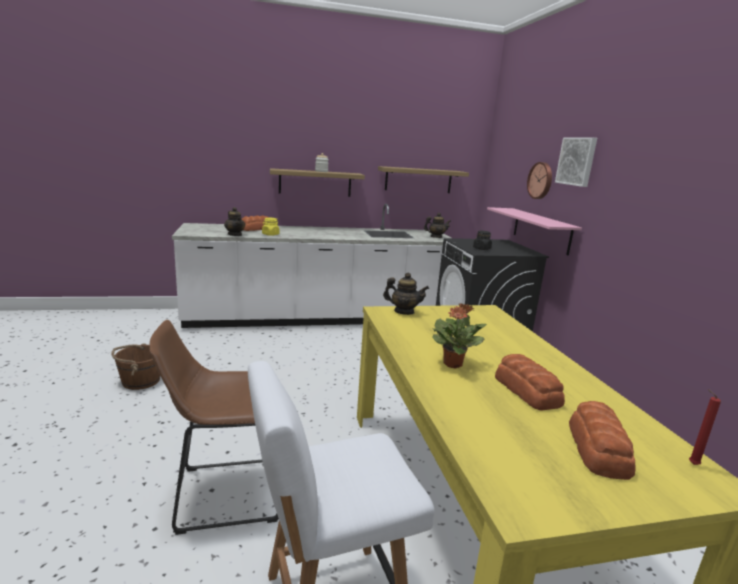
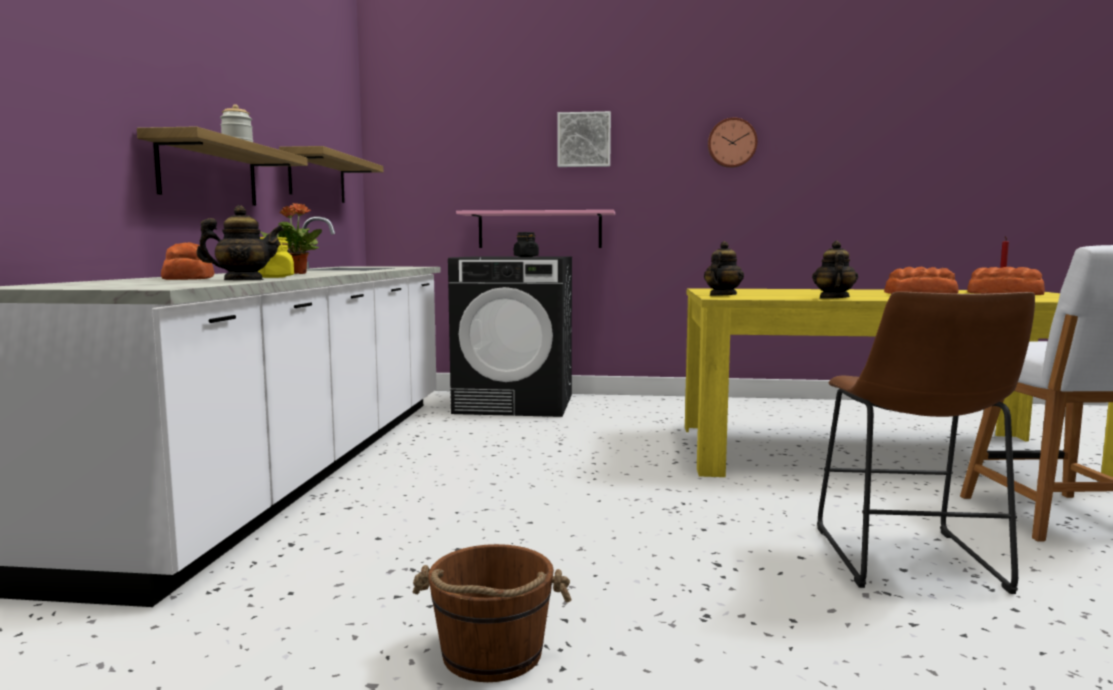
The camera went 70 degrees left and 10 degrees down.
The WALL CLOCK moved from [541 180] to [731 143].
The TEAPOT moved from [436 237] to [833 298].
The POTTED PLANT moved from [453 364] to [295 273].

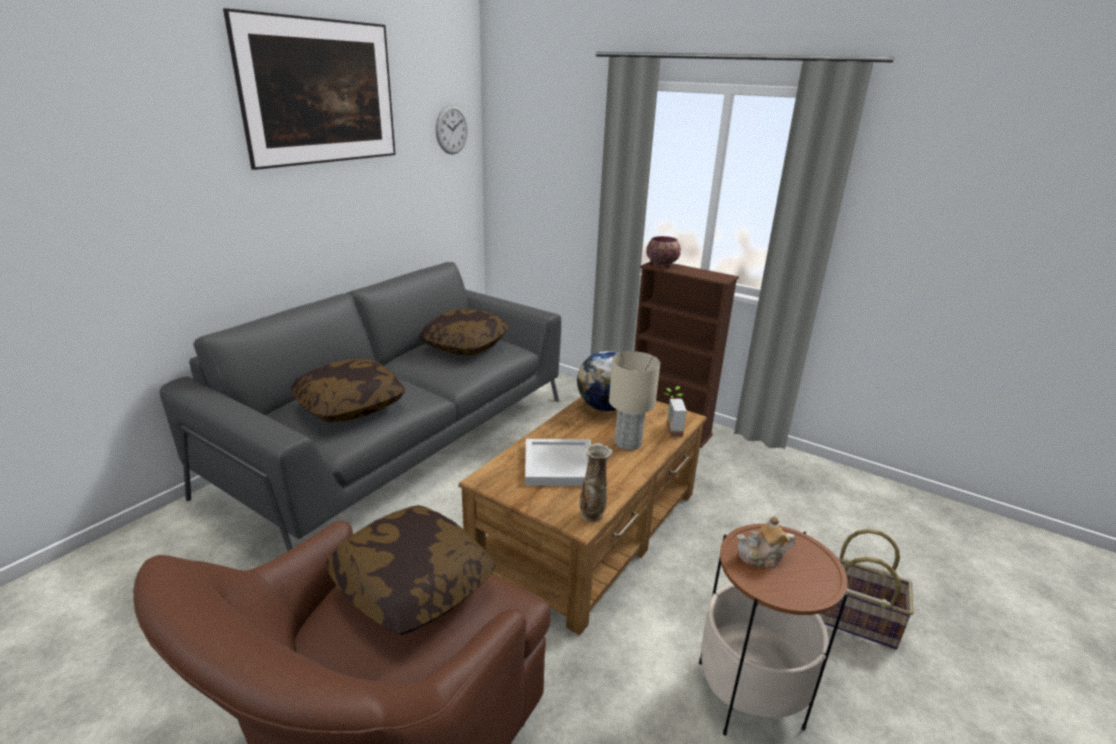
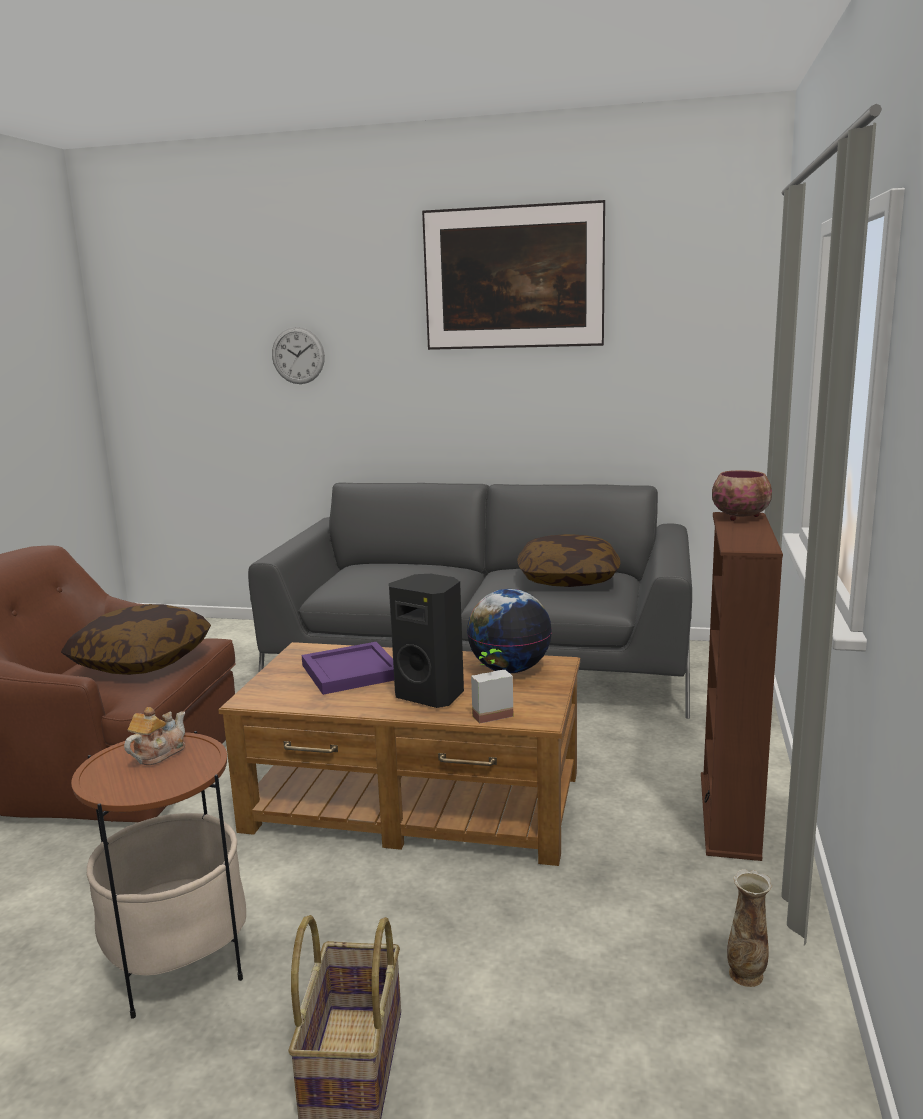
The camera went 70 degrees right and 10 degrees down.
The WALL CLOCK moved from [451 129] to [298 355].
The BEIGE TABLE LAMP at [628 442] was replaced by the BLACK SPEAKER at [432 695].
The PILLOW at [350 405] disappeared.
The WHITE TRAY at [560 466] became the PURPLE TRAY at [350 672].
The VASE moved from [592 515] to [746 975].
The TEAPOT at [762 557] turned 60 degrees clockwise.

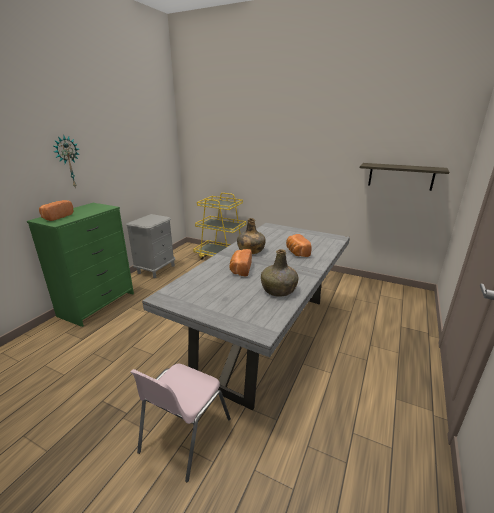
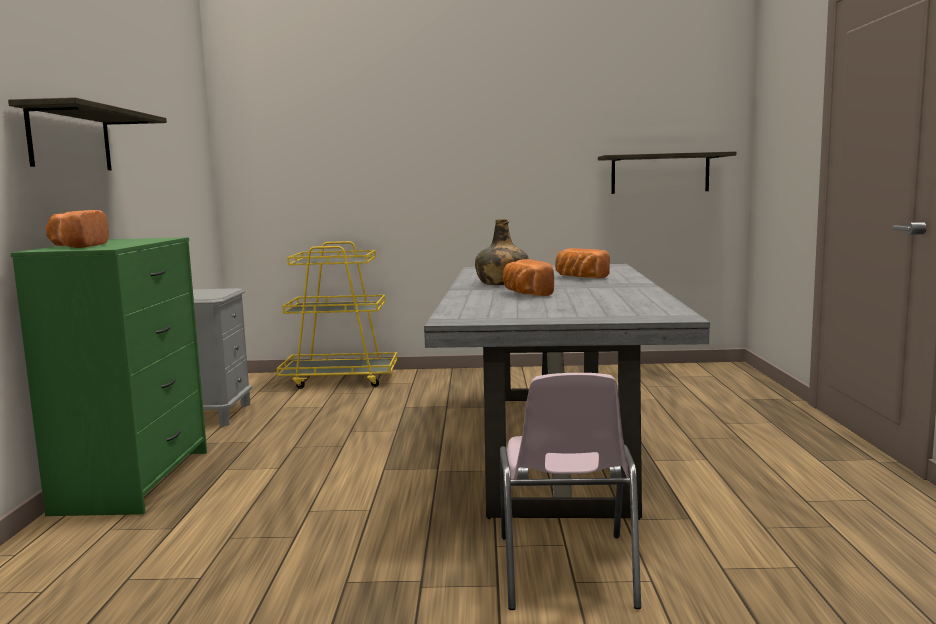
The camera went 25 degrees left and 15 degrees down.
The WALL CLOCK at [68 162] was replaced by the SHELF at [70 139].
The GREEN BOTTLE at [279 290] disappeared.

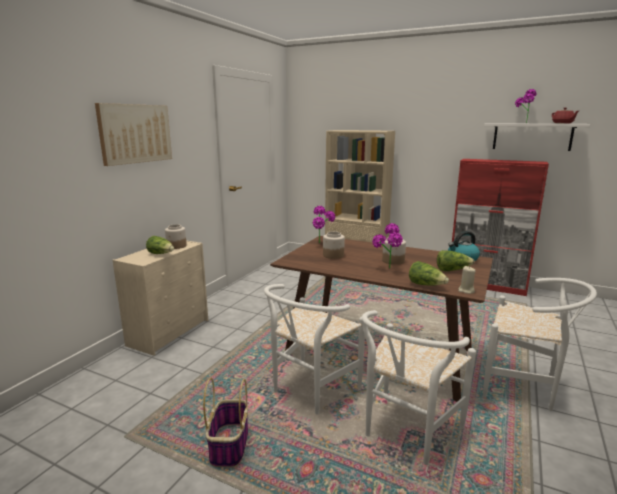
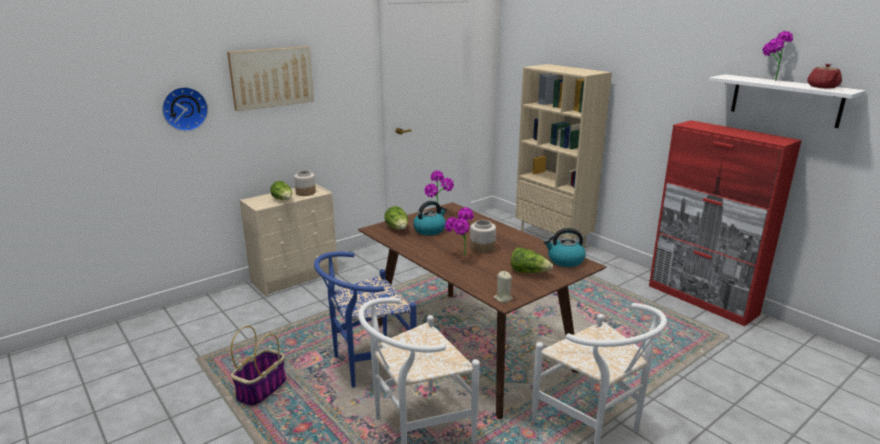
The camera went 25 degrees right and 5 degrees up.
The JAR at [333 255] was replaced by the KETTLE at [430 230].
The LETTUCE moved from [426 285] to [398 229].
The WHITE CHAIR at [309 391] became the BLUE CHAIR at [366 365].
The WALL CLOCK at [184 108] appeared.

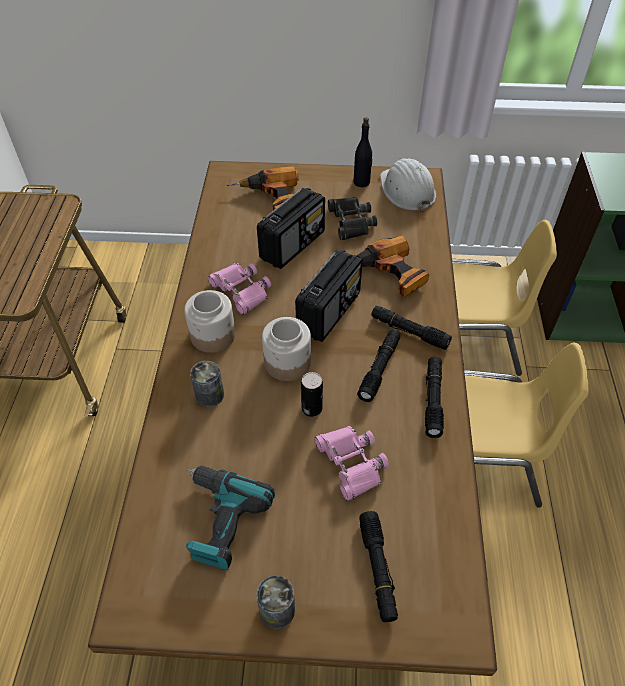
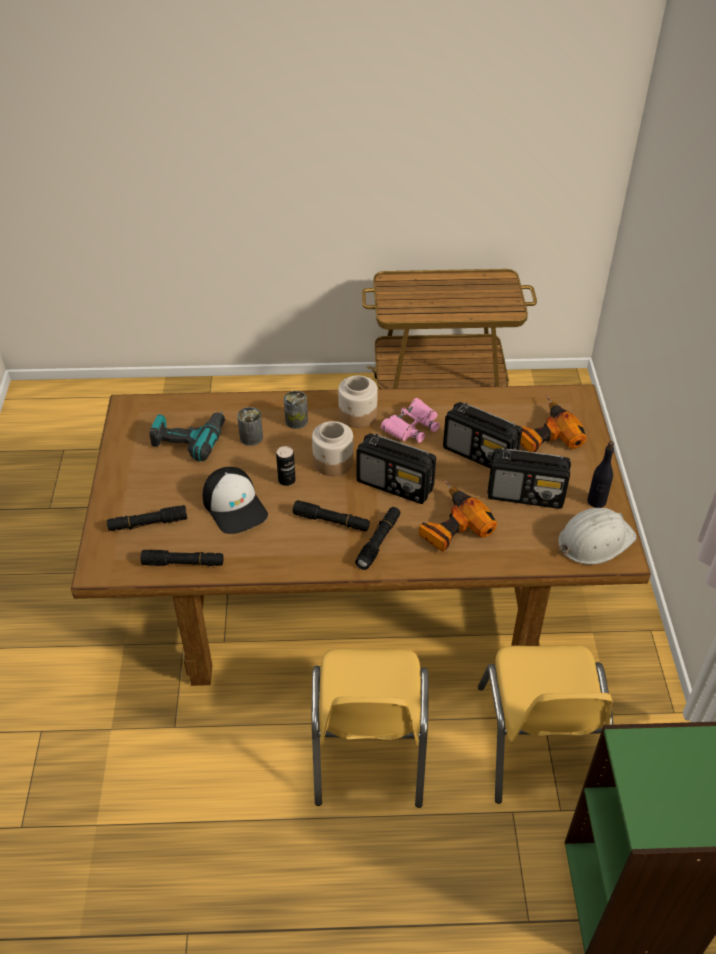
The camera went 85 degrees right and 5 degrees down.
The BLACK BINOCULARS at [350 222] was replaced by the RADIO at [526 495].
The BLACK FLASHLIGHT moved from [433 400] to [183 563].
The PINK BINOCULARS at [351 463] was replaced by the CAP at [235 506].
The CAN moved from [277 610] to [251 437].

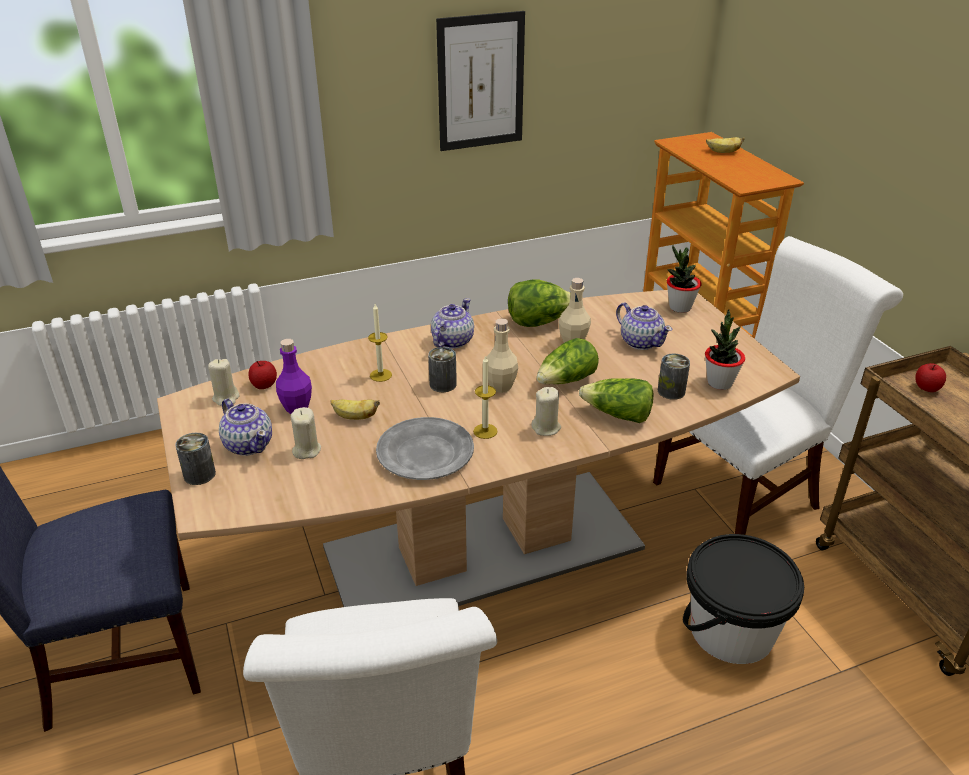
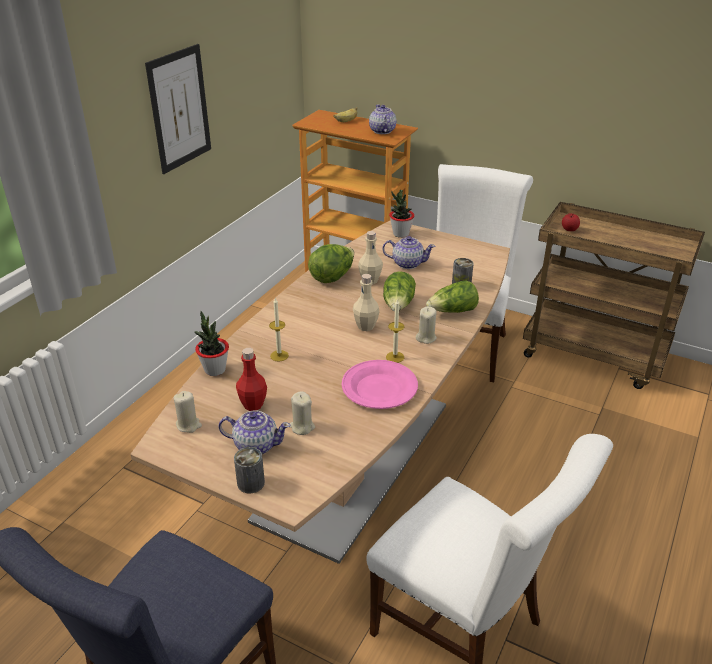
The camera went 40 degrees left and 0 degrees up.
The TEAPOT moved from [452 341] to [382 131].
The POTTED PLANT moved from [719 383] to [215 370].
The PURPLE BOTTLE at [297 408] became the RED BOTTLE at [253 405].
The CAN at [443 384] disappeared.
The APPLE at [264 385] disappeared.
The BANANA at [354 417] disappeared.
The GREY PLATE at [424 453] became the PINK PLATE at [379 388].
The BLACK BUCKET at [731 630] disappeared.

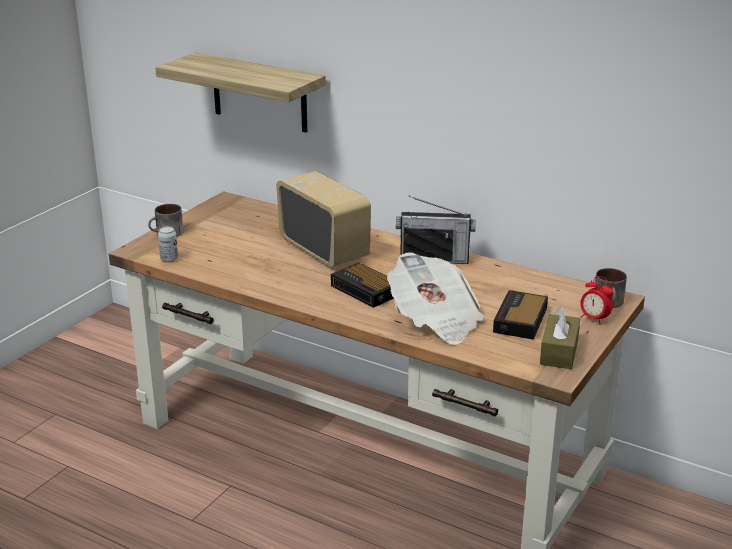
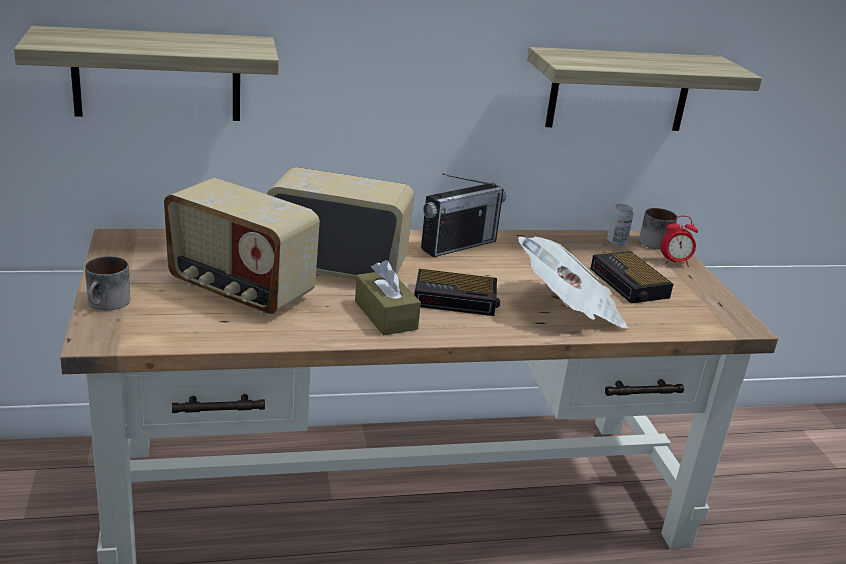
The camera went 45 degrees left and 0 degrees up.
The CAN moved from [169 259] to [616 242].
The BROWN TISSUE BOX moved from [559 352] to [385 315].
The SHELF at [619 90] appeared.
The RADIO at [239 290] appeared.

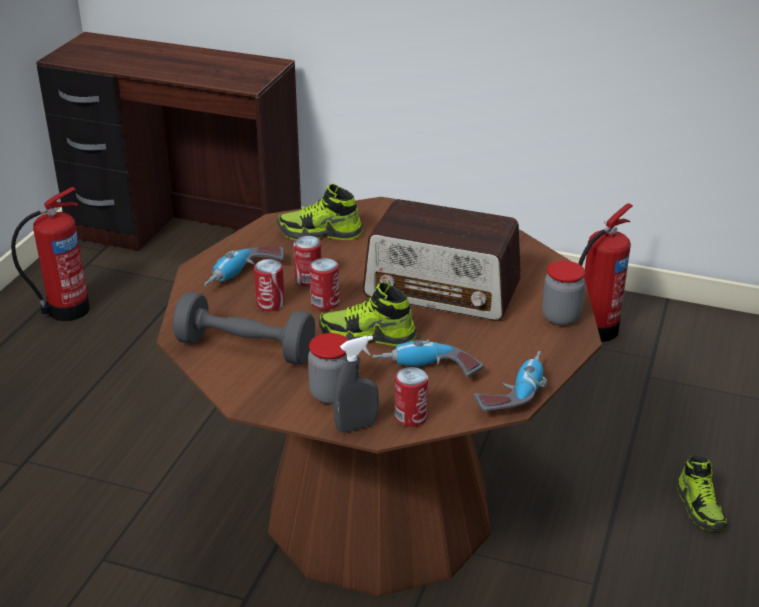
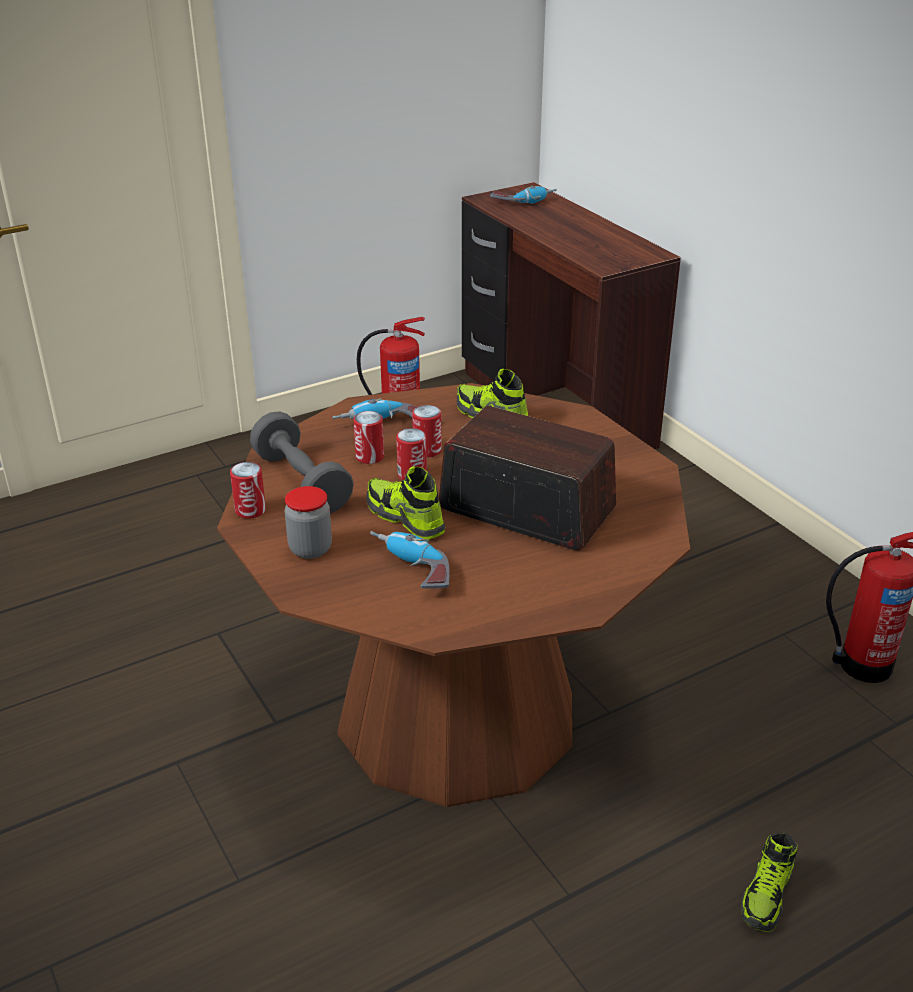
The camera went 40 degrees right and 0 degrees up.
The RADIO at [443 289] turned 150 degrees clockwise.
The JAR at [561 317] disappeared.
The GREY SPRAY BOTTLE at [356 426] disappeared.
The POWER DRILL moved from [513 392] to [523 202].
The CAN moved from [410 417] to [250 510].

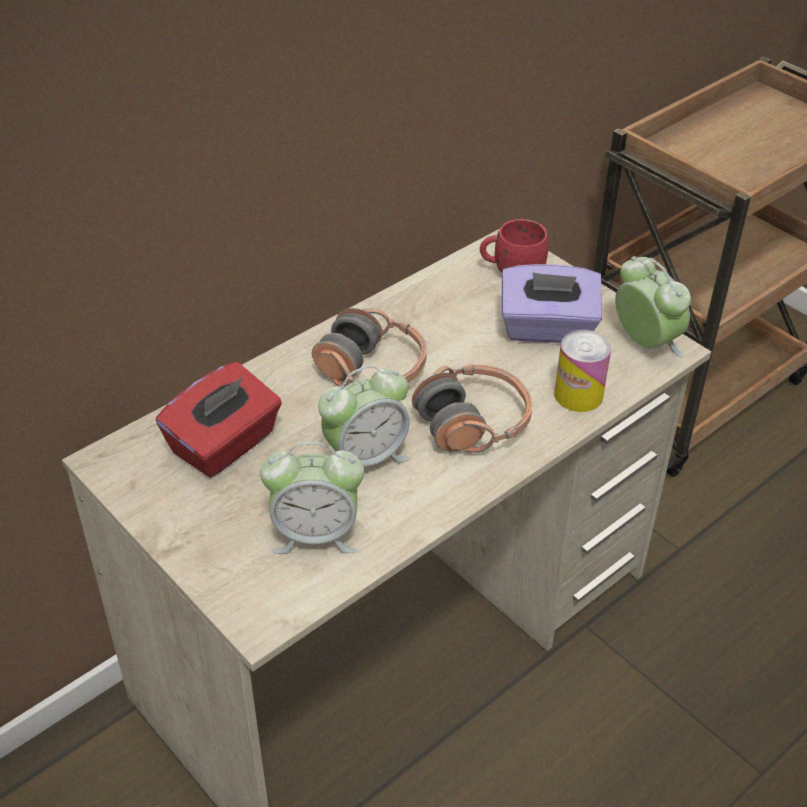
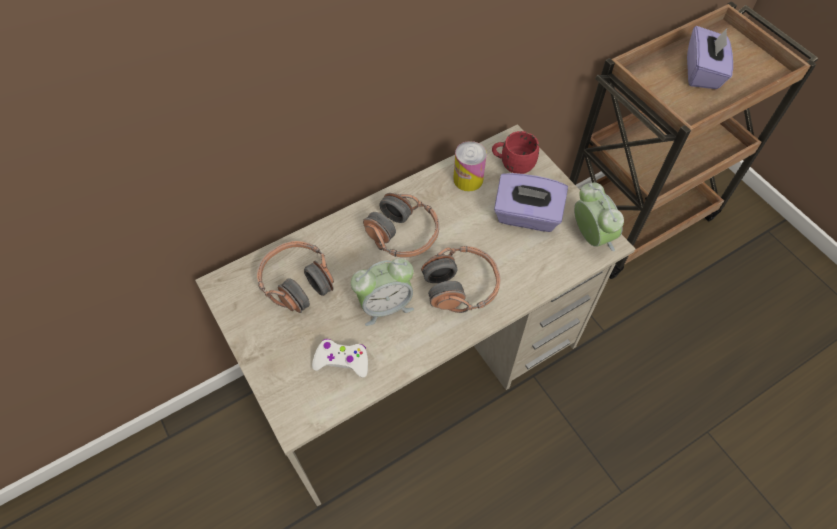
The camera went 10 degrees right and 15 degrees up.
The CAN moved from [578 395] to [468 179].
The RED TISSUE BOX at [225 445] was replaced by the HEADPHONES at [297 282].
The ALARM CLOCK at [315 534] was replaced by the WHITE GAME CONTROLLER at [342 361].
The PURPLE TISSUE BOX at [702 72] appeared.

